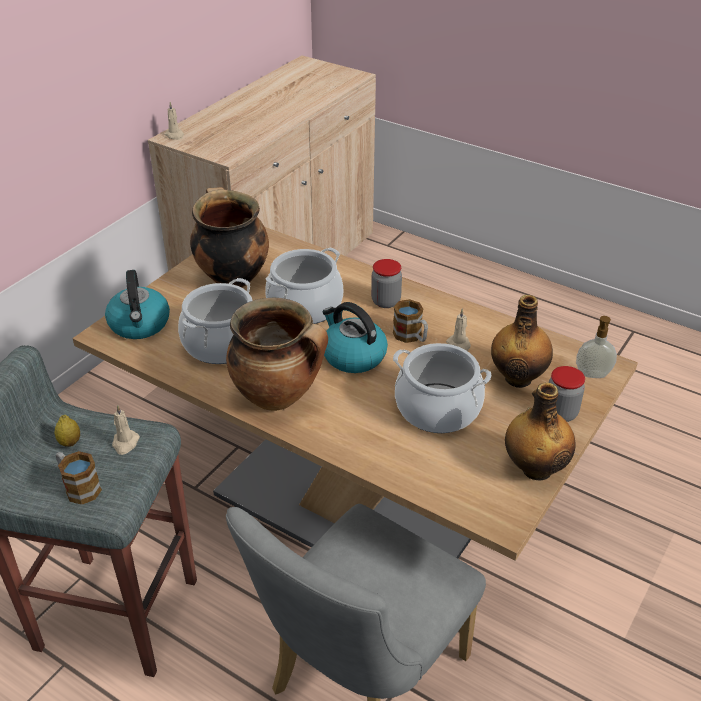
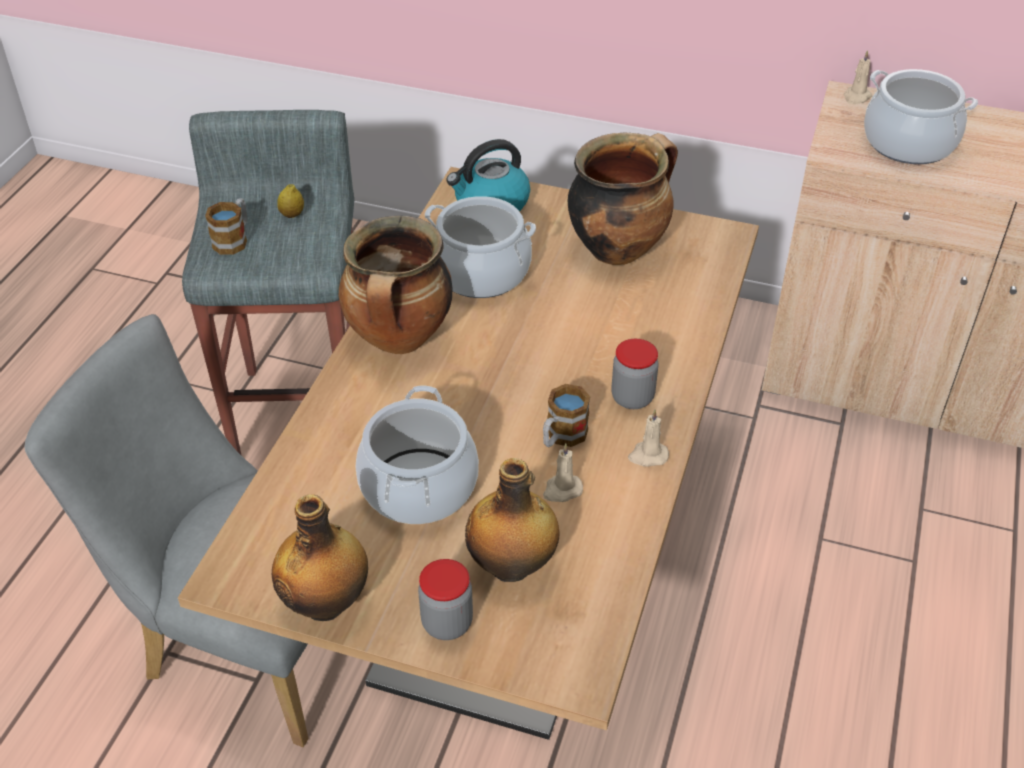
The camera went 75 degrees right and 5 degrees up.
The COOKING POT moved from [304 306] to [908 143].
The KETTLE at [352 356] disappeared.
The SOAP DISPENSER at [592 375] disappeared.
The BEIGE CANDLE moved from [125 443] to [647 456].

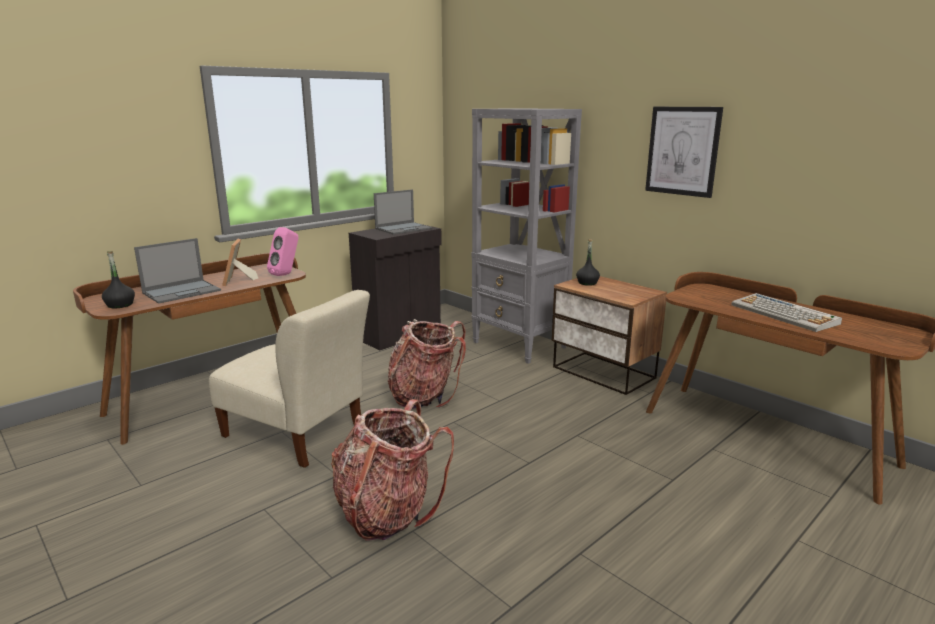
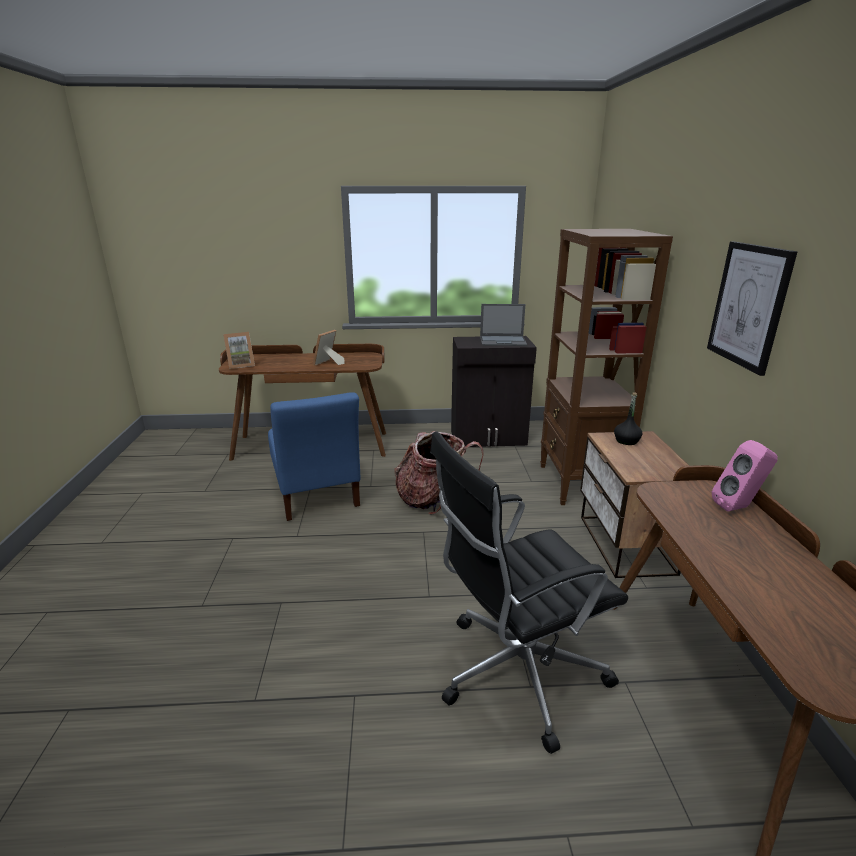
The camera went 40 degrees right and 5 degrees up.
The GREY BOOKCASE at [519 345] became the BROWN BOOKCASE at [579 484].
The PINK SPEAKER moved from [286 274] to [738 507].
The LAPTOP at [182 291] disappeared.
The BLACK BOTTLE at [120 305] was replaced by the PICTURE FRAME at [240 365].
The BEIGE CHAIR at [297 434] became the BLUE CHAIR at [316 494].
The KEYBOARD at [785 314] disappeared.
The BACKPACK at [387 512] disappeared.
The BLACK OFFICE CHAIR at [516 672] appeared.

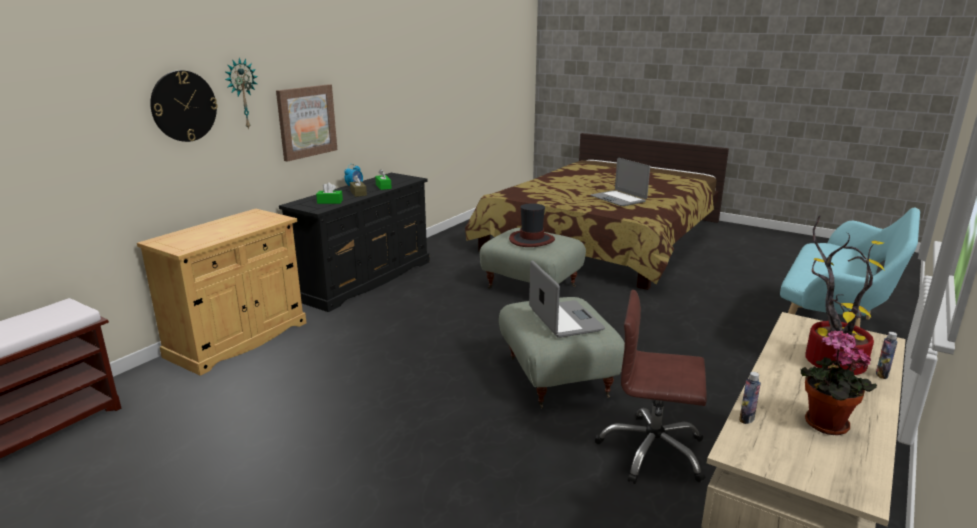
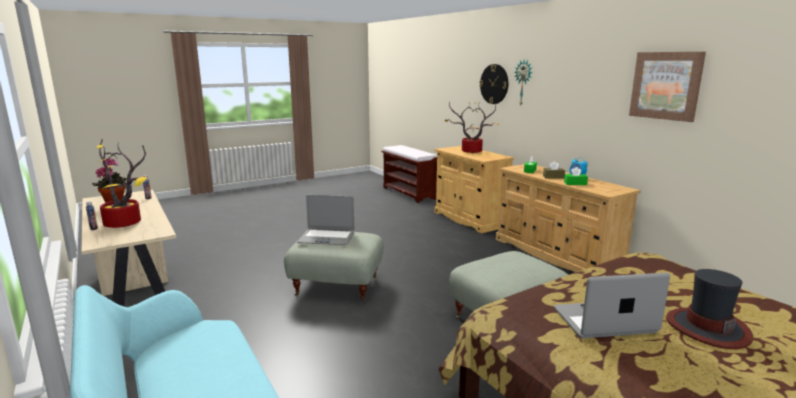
The camera went 115 degrees right and 5 degrees down.
The PICTURE moved from [306 121] to [666 85].
The BLACK DRESSER at [365 279] became the BEIGE DRESSER at [556 255].
The HAT moved from [531 240] to [707 328].
The BROWN OFFICE CHAIR at [652 451] disappeared.
The POTTED PLANT at [470 152] appeared.

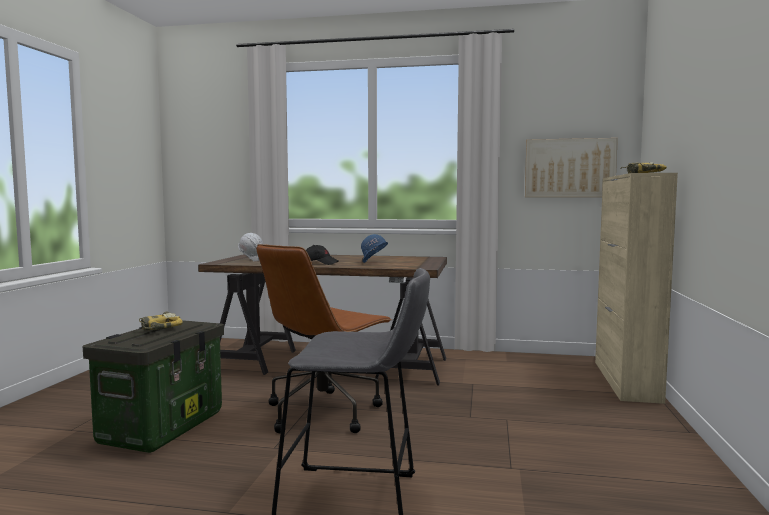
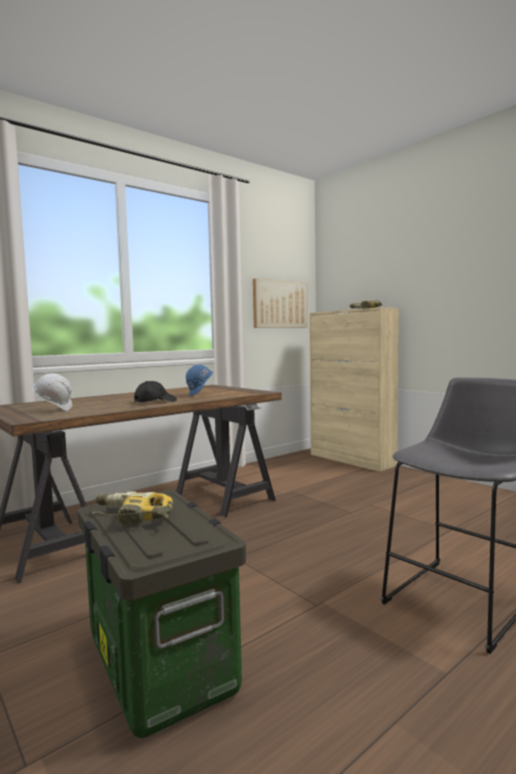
The camera went 50 degrees left and 0 degrees up.
The BROWN OFFICE CHAIR at [324 412] disappeared.

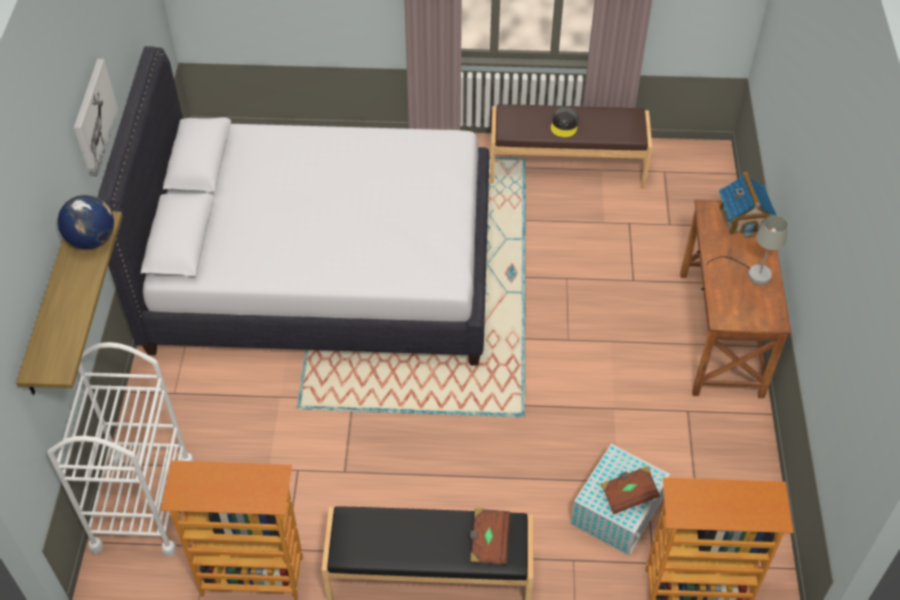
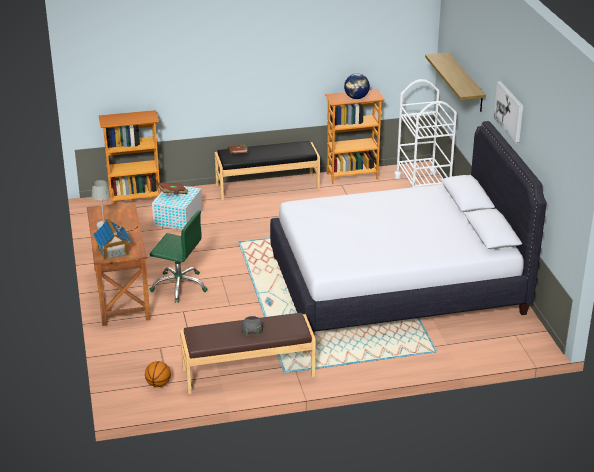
The camera went 165 degrees right and 20 degrees down.
The GLOBE moved from [92 239] to [356 98].
The GREEN OFFICE CHAIR at [179 286] appeared.
The BASKETBALL at [158 384] appeared.

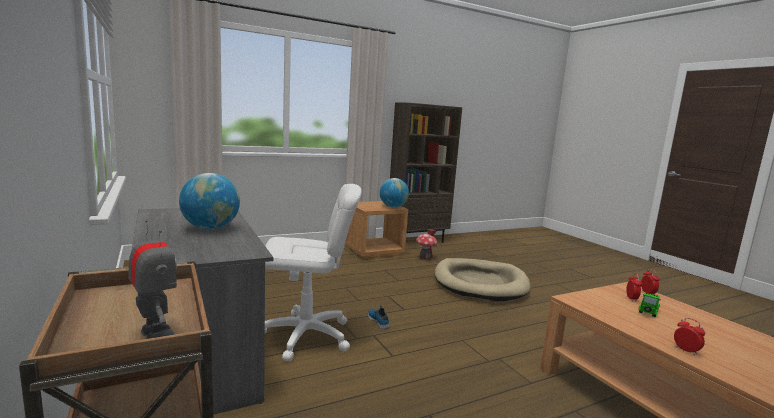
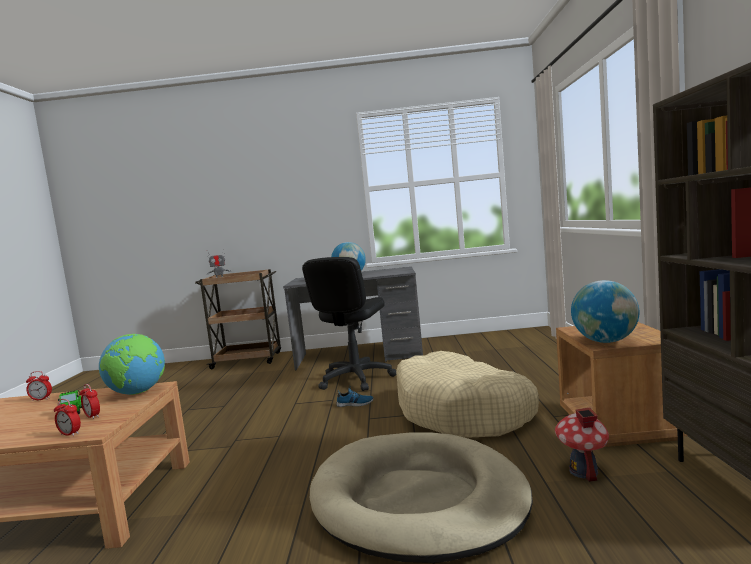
The camera went 120 degrees right and 5 degrees down.
The WHITE OFFICE CHAIR at [306 336] became the BLACK OFFICE CHAIR at [355 379].
The GLOBE at [137 393] appeared.
The BEIGE DOG BED at [463 412] appeared.

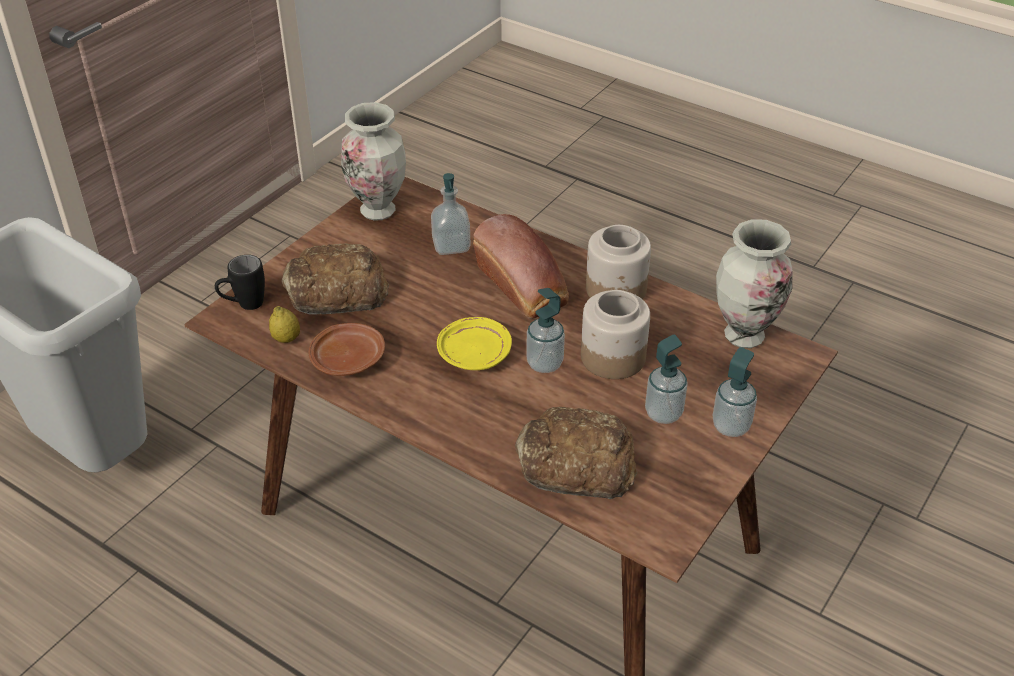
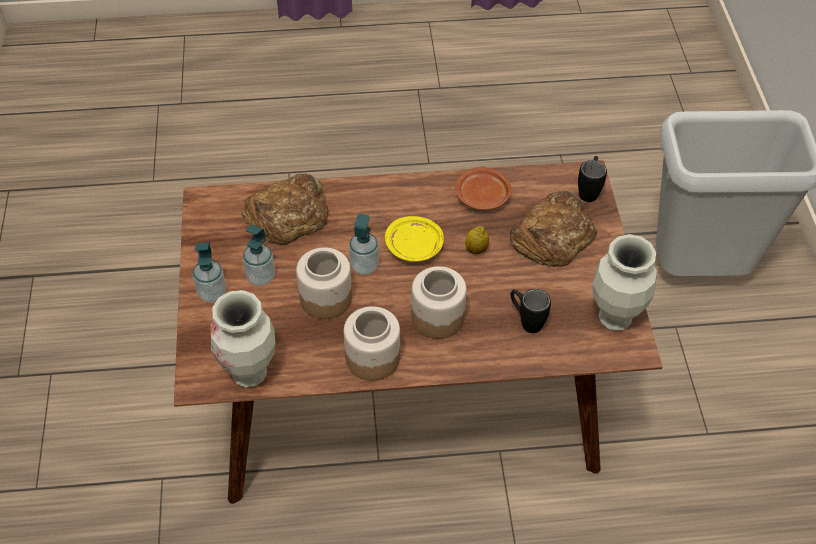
The camera went 140 degrees right and 10 degrees up.
The SOAP DISPENSER at [451 245] was replaced by the BLACK MUG at [526 321].
The BREAD at [523 288] was replaced by the JAR at [437 317].
The LEMON moved from [286 339] to [476 249].

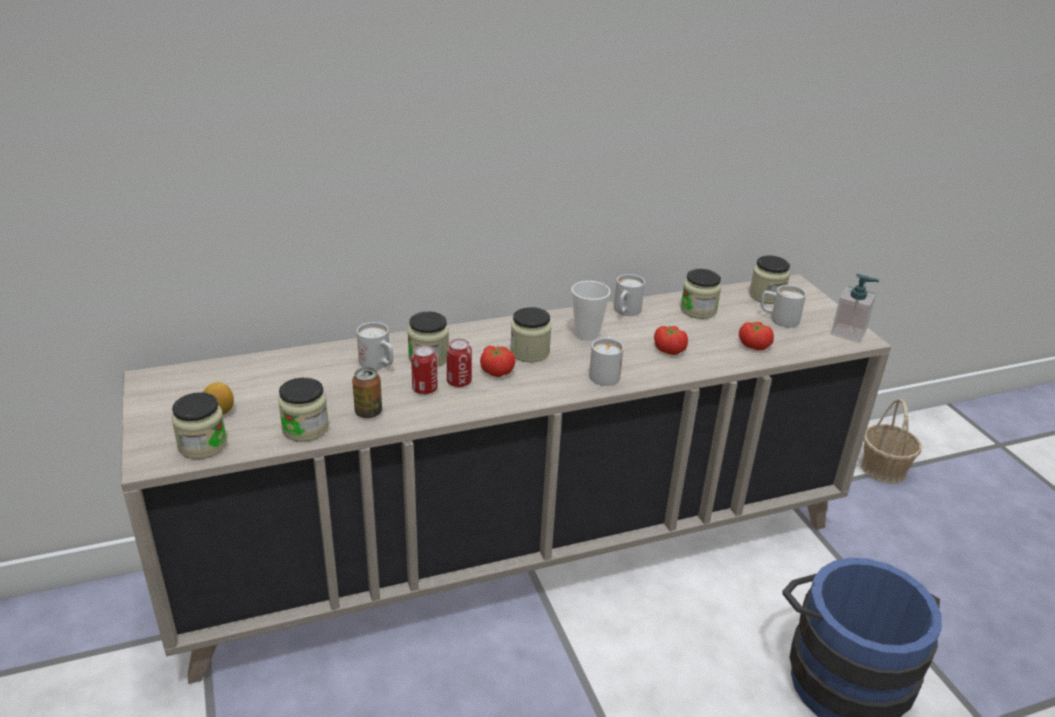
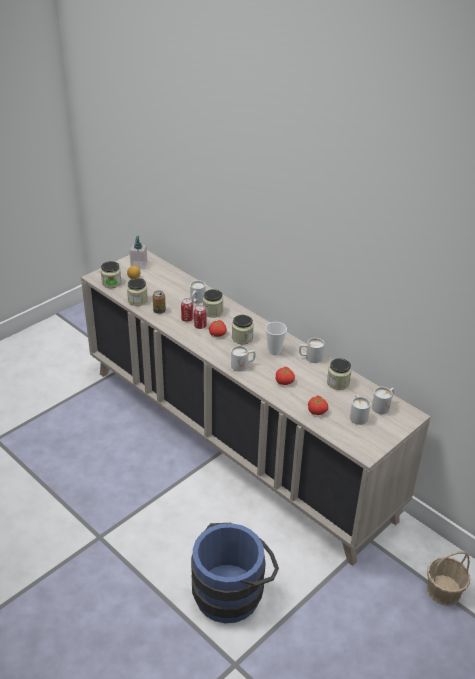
The camera went 65 degrees right and 5 degrees up.
The JAR at [766 296] was replaced by the WHITE MUG at [383 406].
The SOAP DISPENSER moved from [848 332] to [139 265].

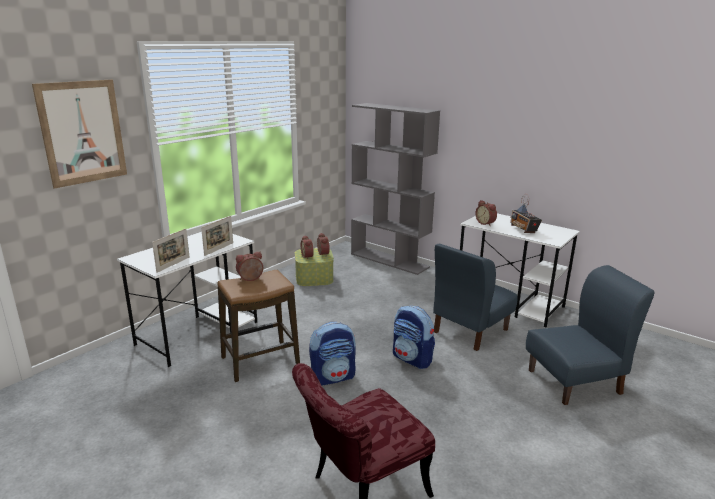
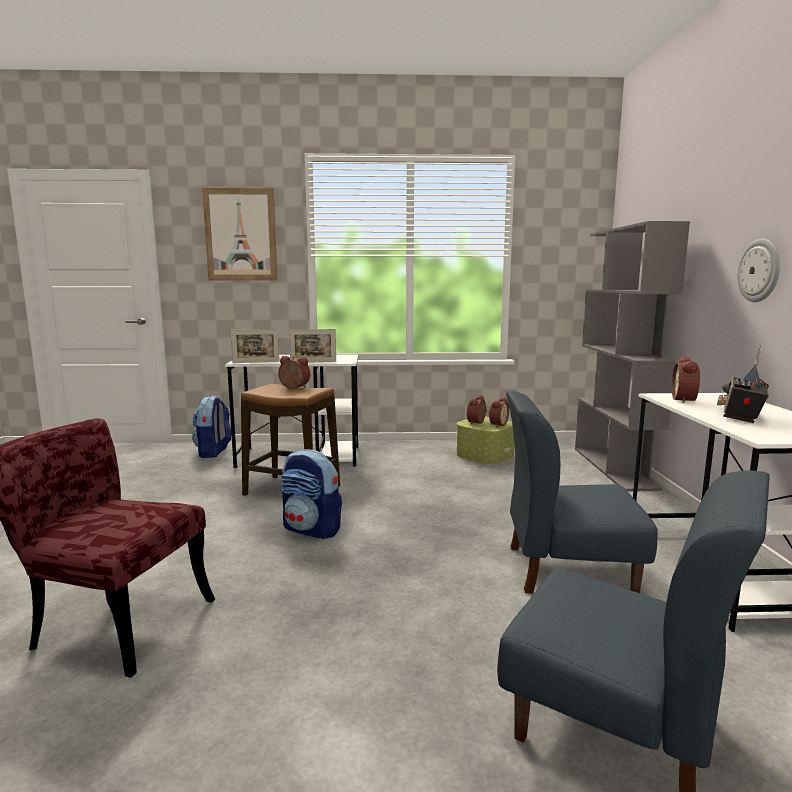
The camera went 50 degrees right and 10 degrees down.
The BACKPACK moved from [412 359] to [214 452].
The WALL CLOCK at [760 270] appeared.

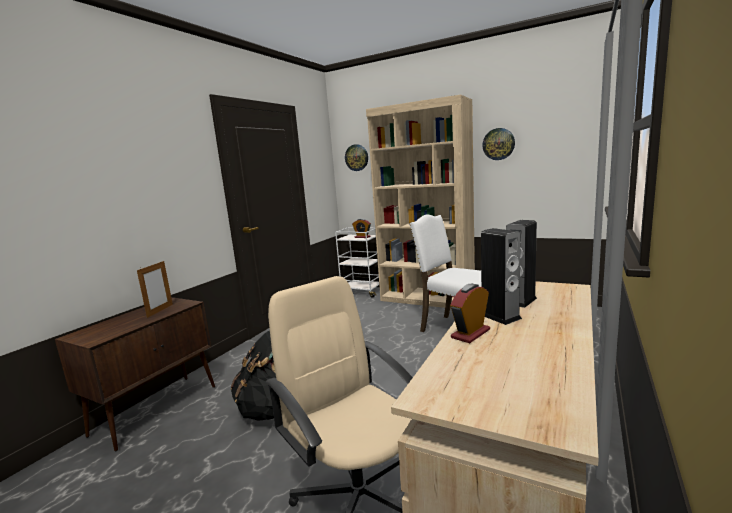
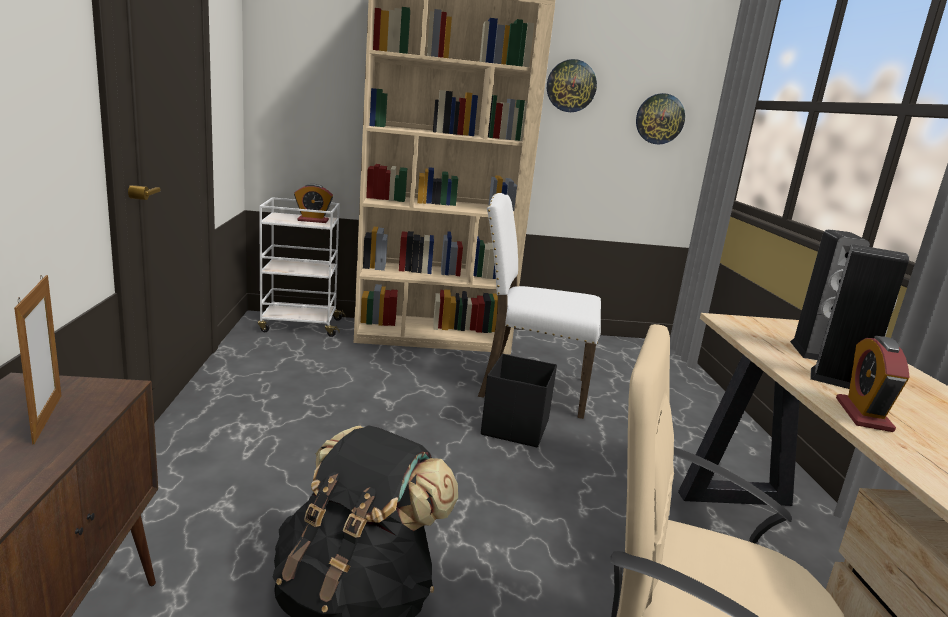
The camera went 35 degrees left and 5 degrees up.
The WALL CLOCK moved from [356 157] to [659 119].
The BLACK STORAGE BOX at [514 428] appeared.

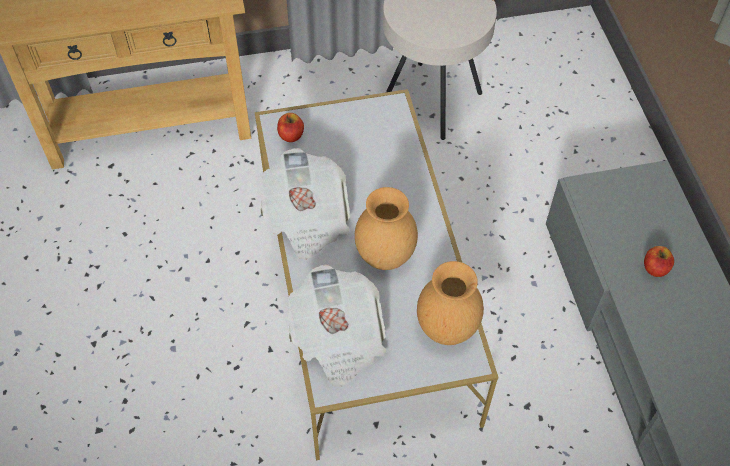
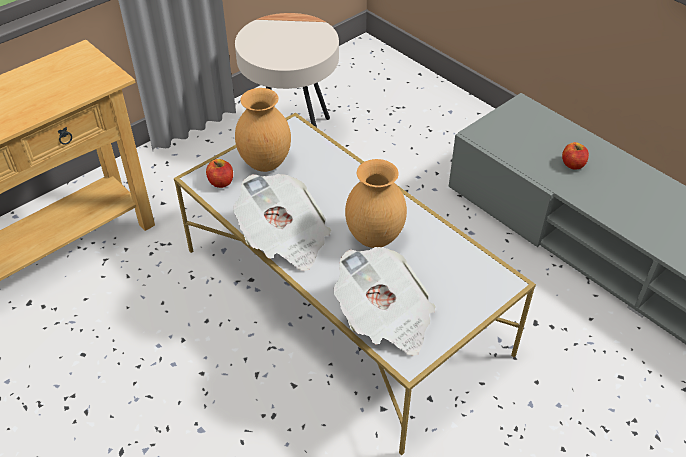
The camera went 30 degrees left and 10 degrees down.
The BROWN VASE moved from [446 328] to [265 163].

